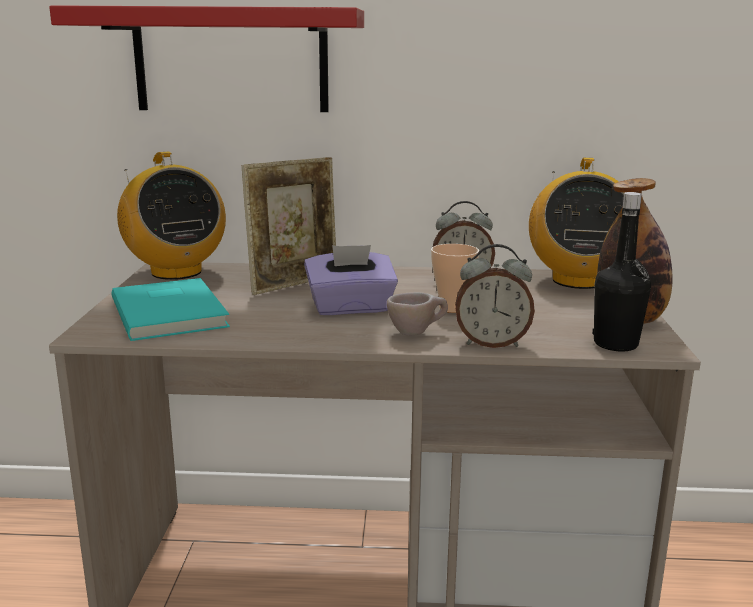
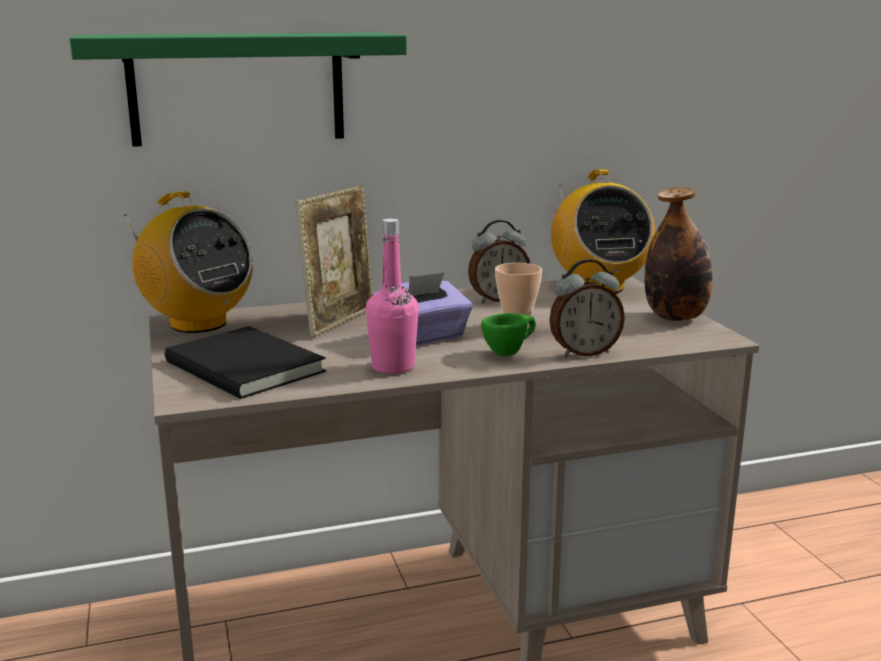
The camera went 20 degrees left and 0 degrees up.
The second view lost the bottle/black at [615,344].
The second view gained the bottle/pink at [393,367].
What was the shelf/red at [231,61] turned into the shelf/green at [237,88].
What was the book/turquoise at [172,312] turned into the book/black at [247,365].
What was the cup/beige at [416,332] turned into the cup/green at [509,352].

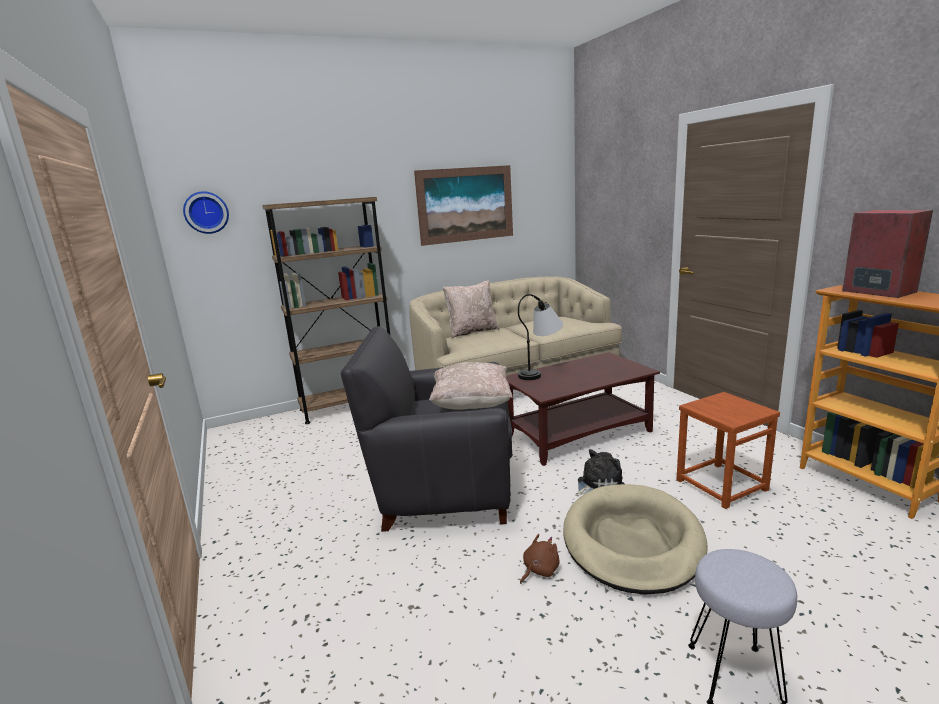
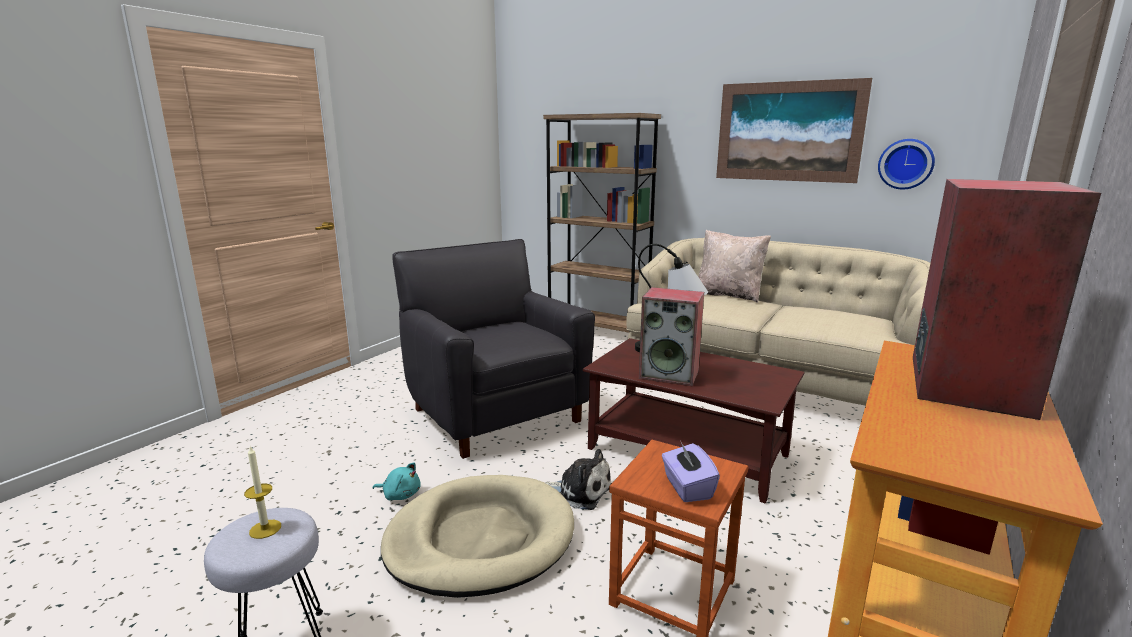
The camera went 55 degrees right and 0 degrees up.
The second view lost the pillow/beige at [472,405].
The second view gained the candle at [265,529].
The second view gained the speaker at [670,374].
The second view gained the tissue box/purple at [687,488].
The wall clock ended up elsewhere, having gone from [206,212] to [905,164].
What was the plush toy/brown at [539,570] turned into the plush toy/turquoise at [400,495].

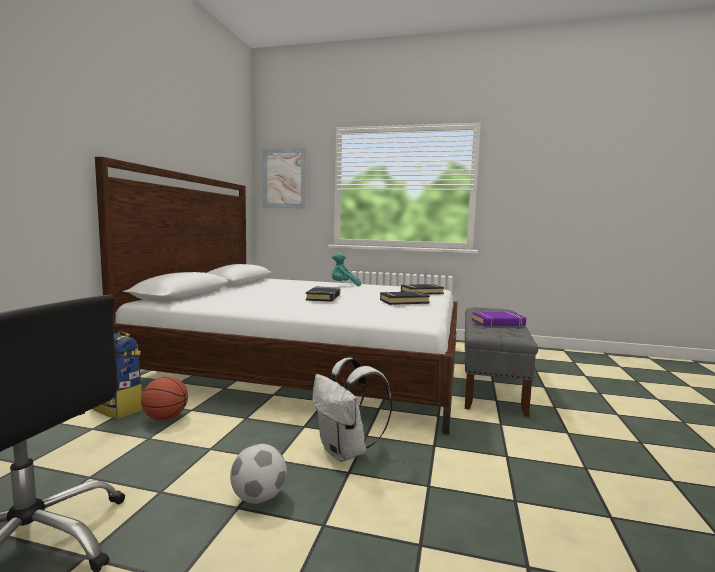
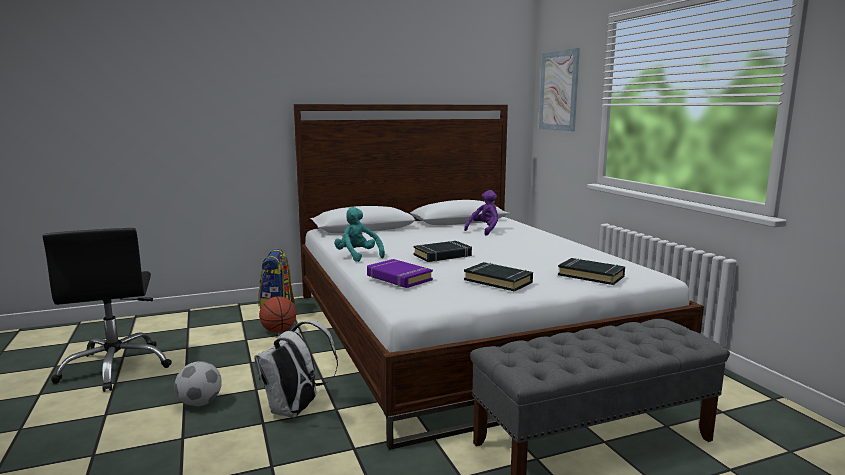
The camera went 55 degrees right and 5 degrees up.
The second view gained the plush toy/purple at [484,230].
The plush toy/turquoise ended up elsewhere, having gone from [344,285] to [358,256].
The book/purple ended up elsewhere, having gone from [498,323] to [398,278].

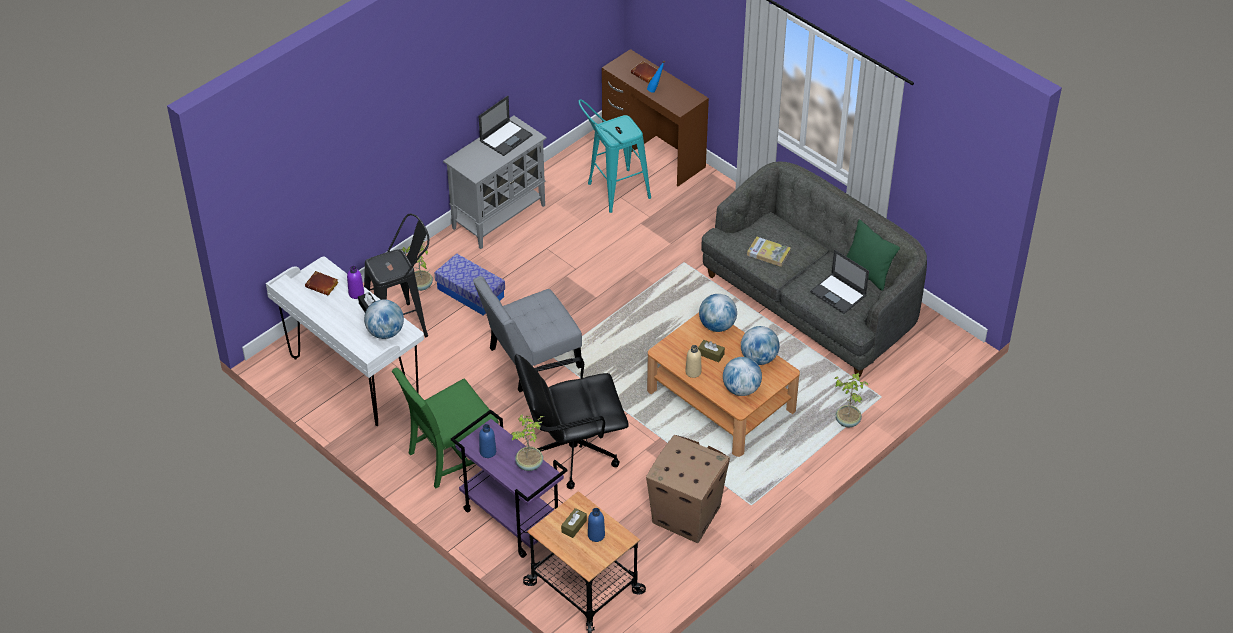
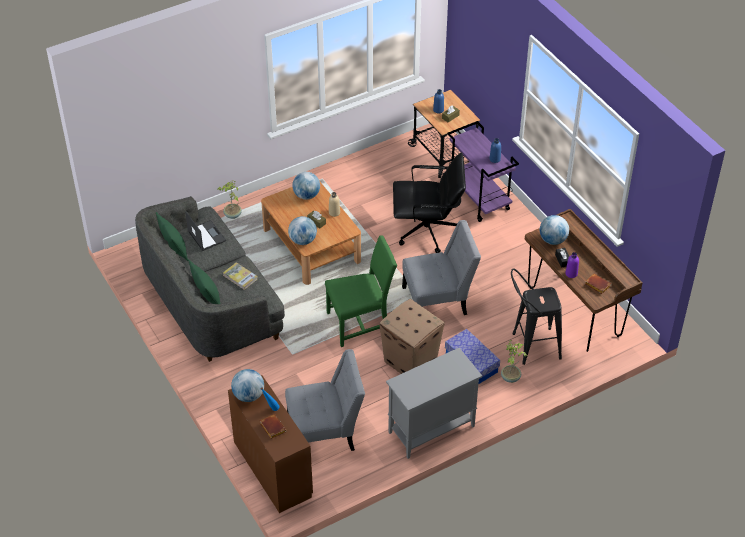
The camera went 165 degrees left and 0 degrees up.
The second view lost the laptop at [506,138].
The second view lost the potted plant at [530,464].
The second view gained the pillow/green at [207,298].
The chair/green ended up elsewhere, having gone from [450,456] to [361,323].
The cardboard box ended up elsewhere, having gone from [685,514] to [411,360].
The globe ended up elsewhere, having gone from [759,358] to [248,395].
Where the stool/turquoise stood at [612,193], the chair/grey came to stand at [325,432].
What was the desk/white at [353,379] turned into the desk/brown at [574,311].

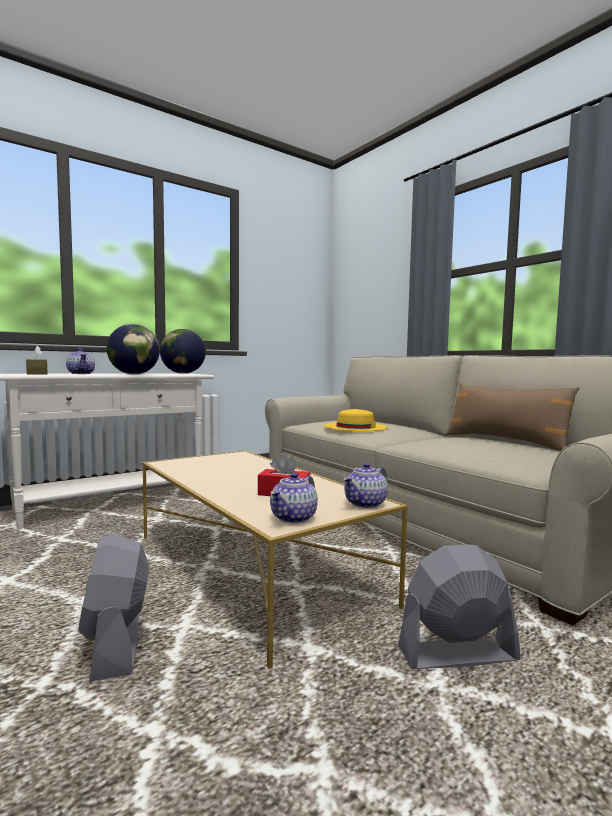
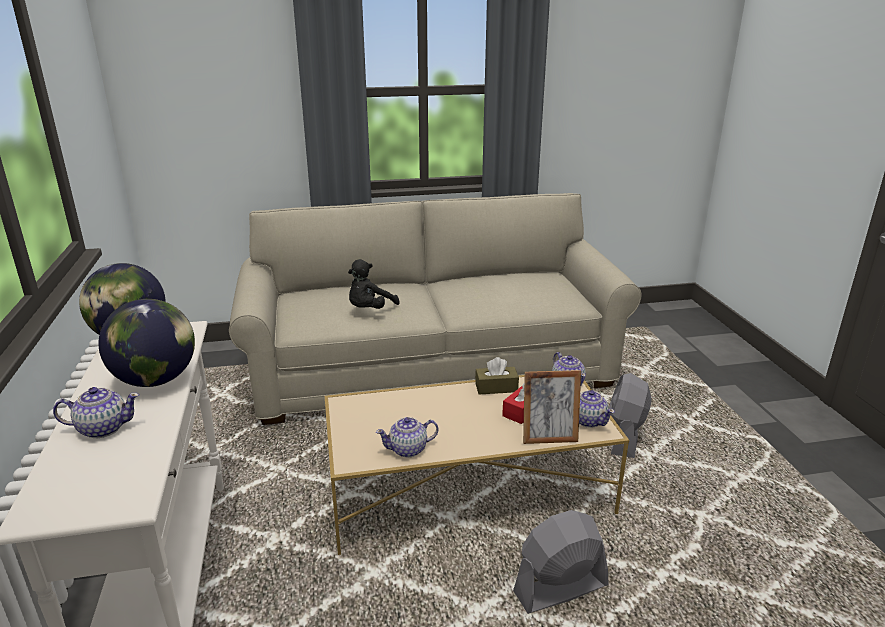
The camera went 65 degrees left and 20 degrees up.
The second view lost the pillow/brown at [505,442].
The second view gained the teapot at [408,449].
The second view gained the picture frame at [549,438].
The tissue box/brown ended up elsewhere, having gone from [37,373] to [496,387].
Where the hat/yellow stood at [355,426], the plush toy/black came to stand at [370,310].
The fan/grey at [116,644] ended up facing another way, 150 degrees clockwise from before.

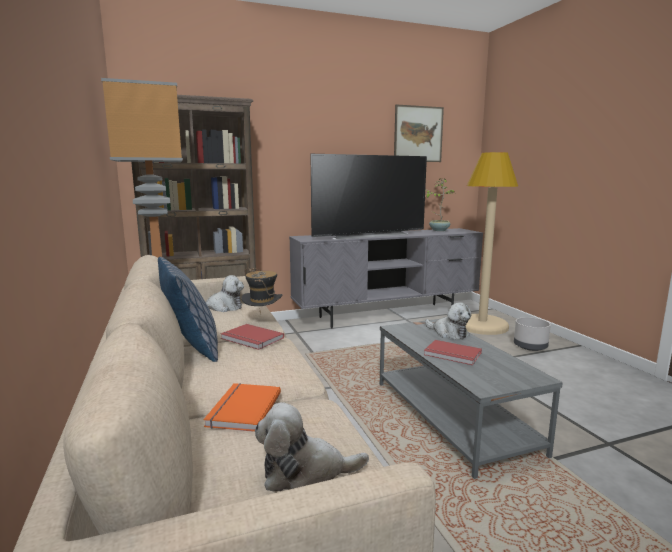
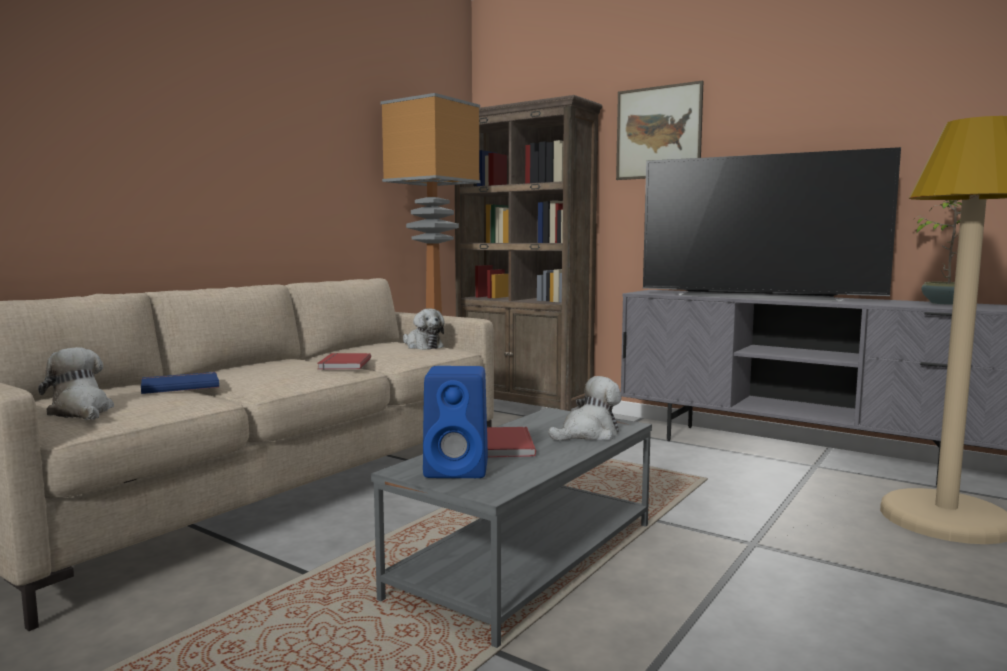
The camera went 55 degrees right and 5 degrees down.
The second view lost the pillow at [192,349].
The second view lost the hat at [263,320].
The second view lost the planter/grey at [530,347].
The second view gained the speaker/blue at [459,469].
The picture ended up elsewhere, having gone from [418,134] to [658,132].
What was the book/orange at [242,409] turned into the book/blue at [180,385].
The plush toy at [448,333] ended up facing another way, 135 degrees counterclockwise from before.

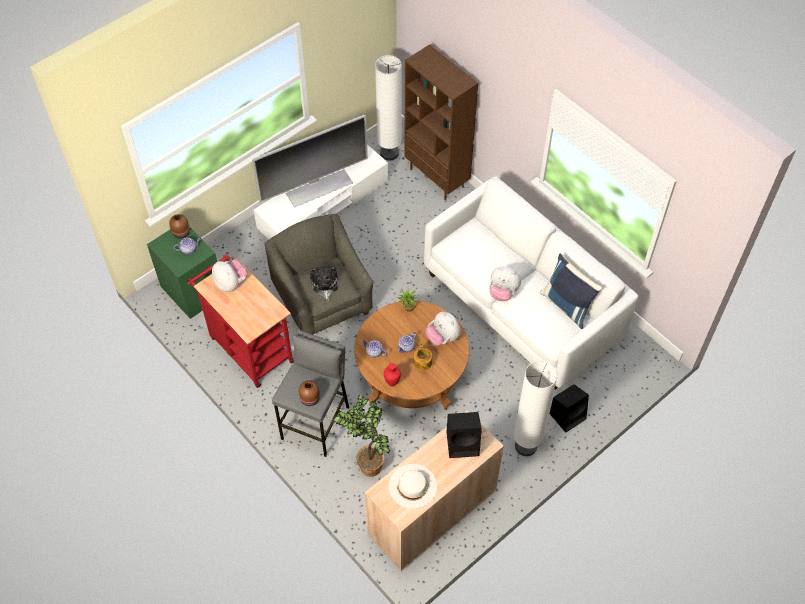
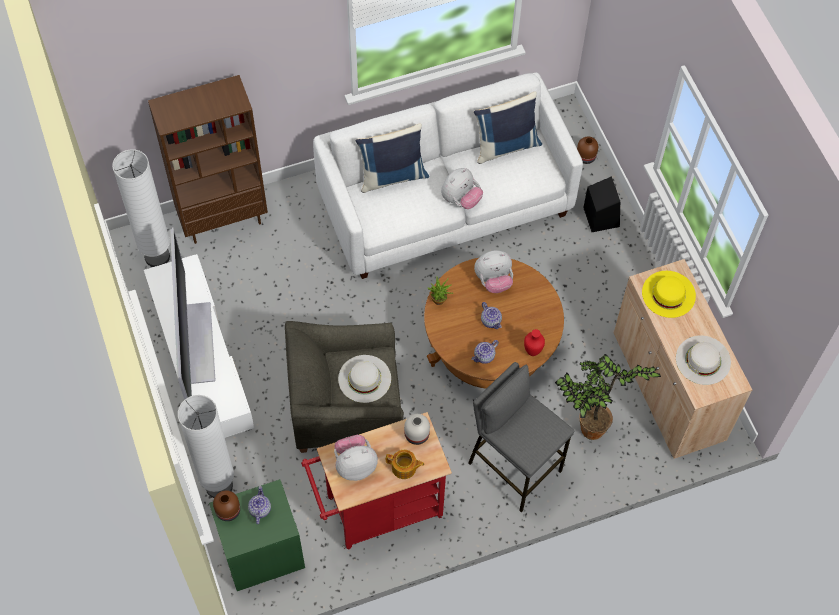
The camera went 70 degrees left and 5 degrees up.
The second view gained the pillow/blue at [392,176].
The second view gained the vase/white at [417,434].
The vase/brown ended up elsewhere, having gone from [309,398] to [585,157].
The teapot ended up elsewhere, having gone from [422,363] to [404,468].
The floor lamp/white ended up elsewhere, having gone from [525,446] to [219,486].
Where the plush toy stood at [324,284], the hat/white came to stand at [364,378].
Where the speaker/black stood at [463,443], the hat/yellow came to stand at [668,294].

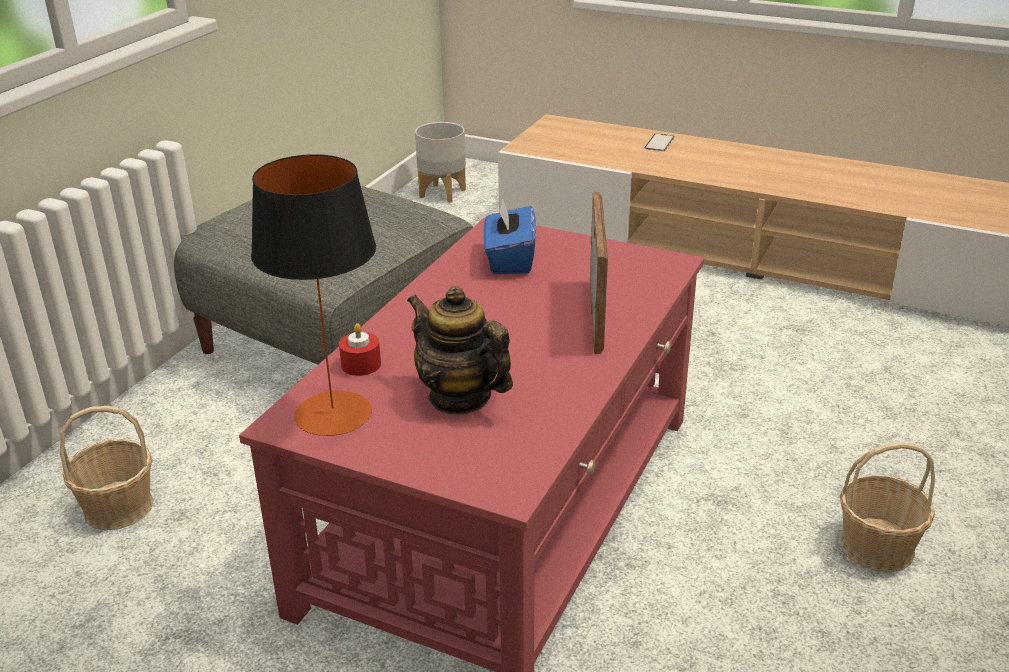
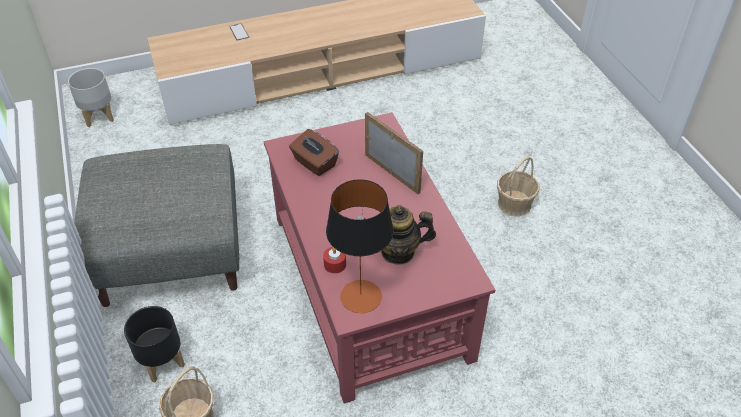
The camera went 45 degrees left and 15 degrees up.
The second view gained the planter/black at [161,362].
What was the tissue box/blue at [509,260] turned into the tissue box/brown at [314,163].

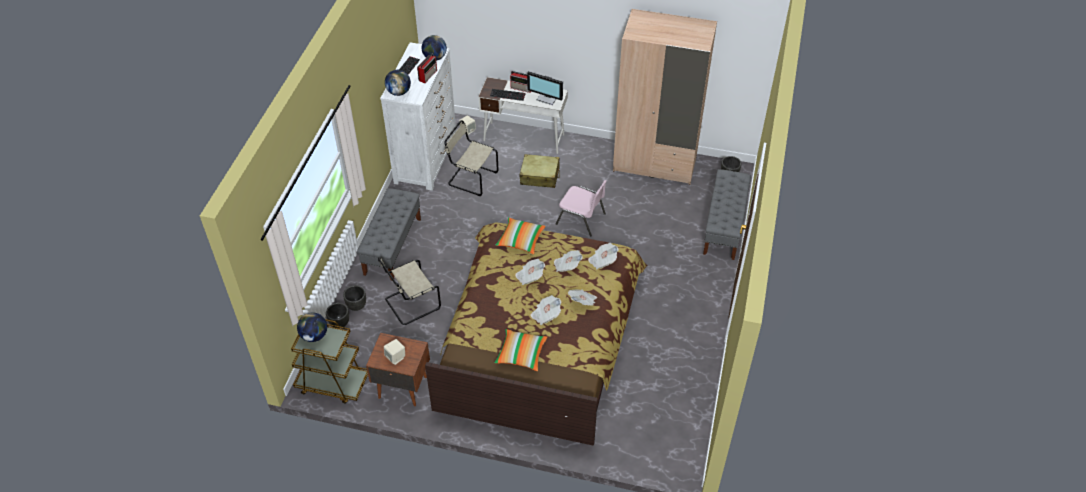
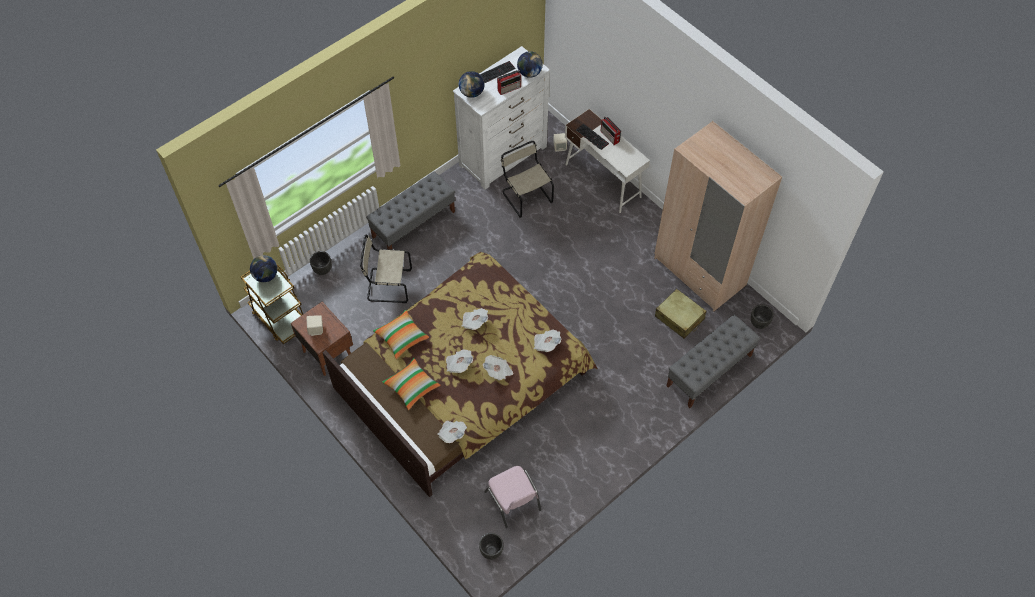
The camera went 35 degrees right and 10 degrees up.
The second view lost the monitor at [547,98].
The planter/black ended up elsewhere, having gone from [356,306] to [491,551].
The pillow ended up elsewhere, having gone from [520,240] to [401,337].
The suitcase/beige ended up elsewhere, having gone from [540,176] to [679,318].
The newspaper ended up elsewhere, having gone from [567,266] to [452,433].
The chair/pink ended up elsewhere, having gone from [581,219] to [513,501].

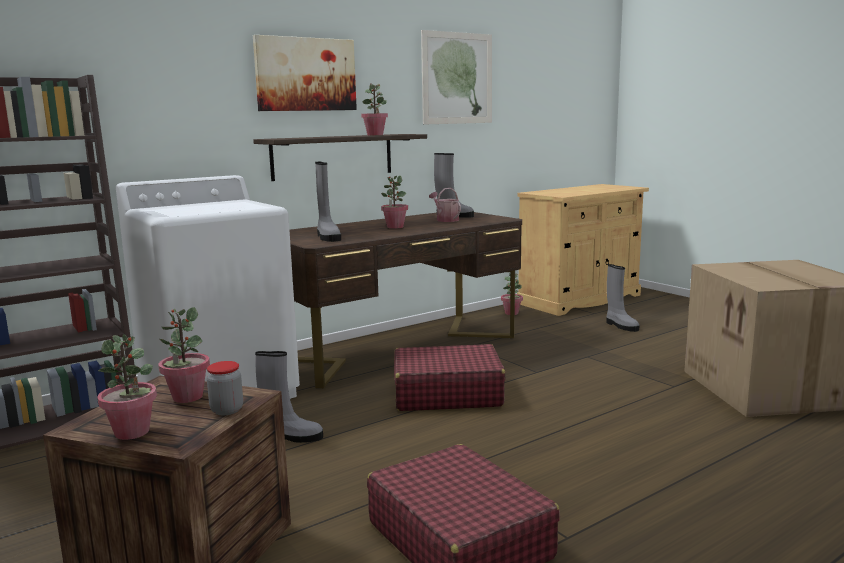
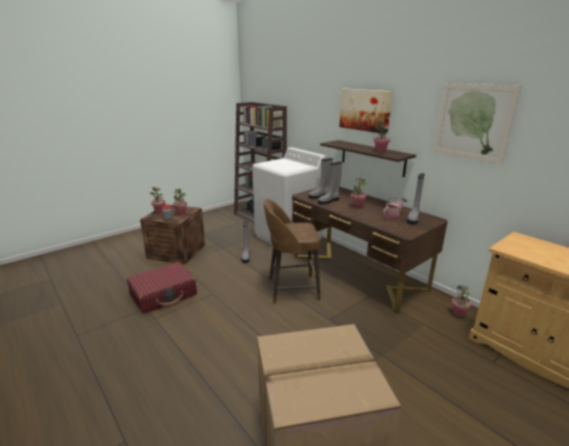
The camera went 85 degrees right and 10 degrees up.
The boot/grey ended up elsewhere, having gone from [620,326] to [329,201].
Where the suitcase/red stood at [446,393], the stool/brown came to stand at [291,289].

